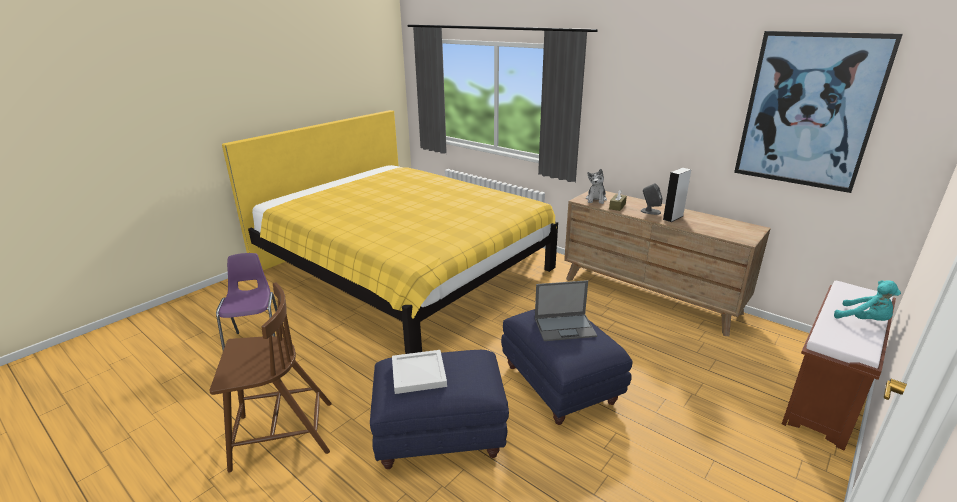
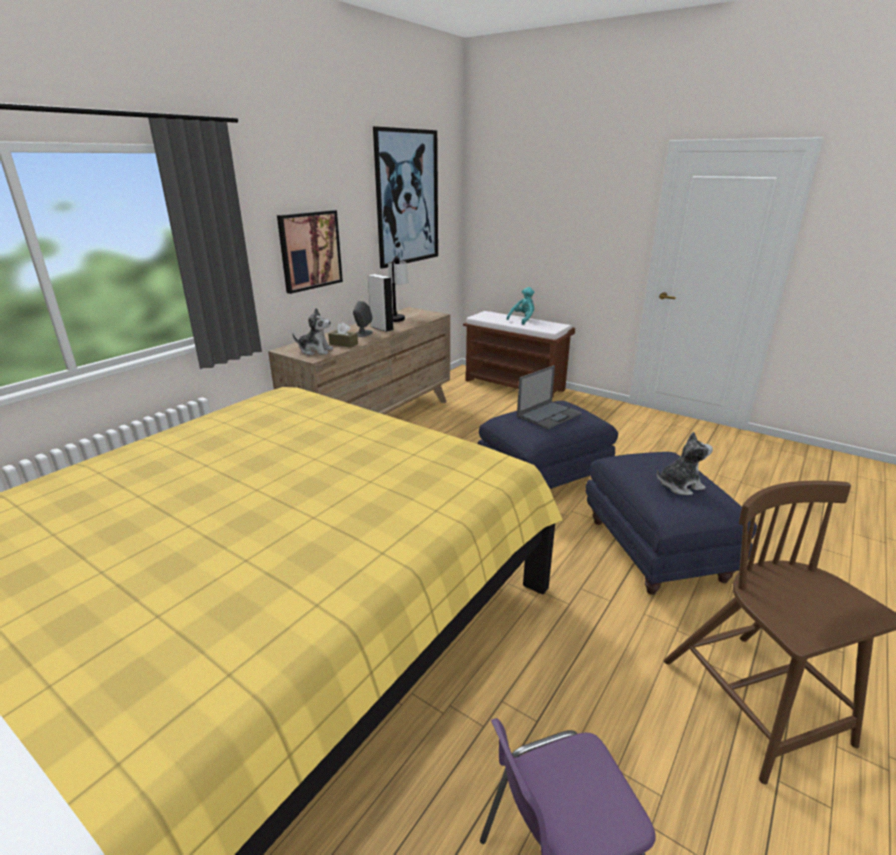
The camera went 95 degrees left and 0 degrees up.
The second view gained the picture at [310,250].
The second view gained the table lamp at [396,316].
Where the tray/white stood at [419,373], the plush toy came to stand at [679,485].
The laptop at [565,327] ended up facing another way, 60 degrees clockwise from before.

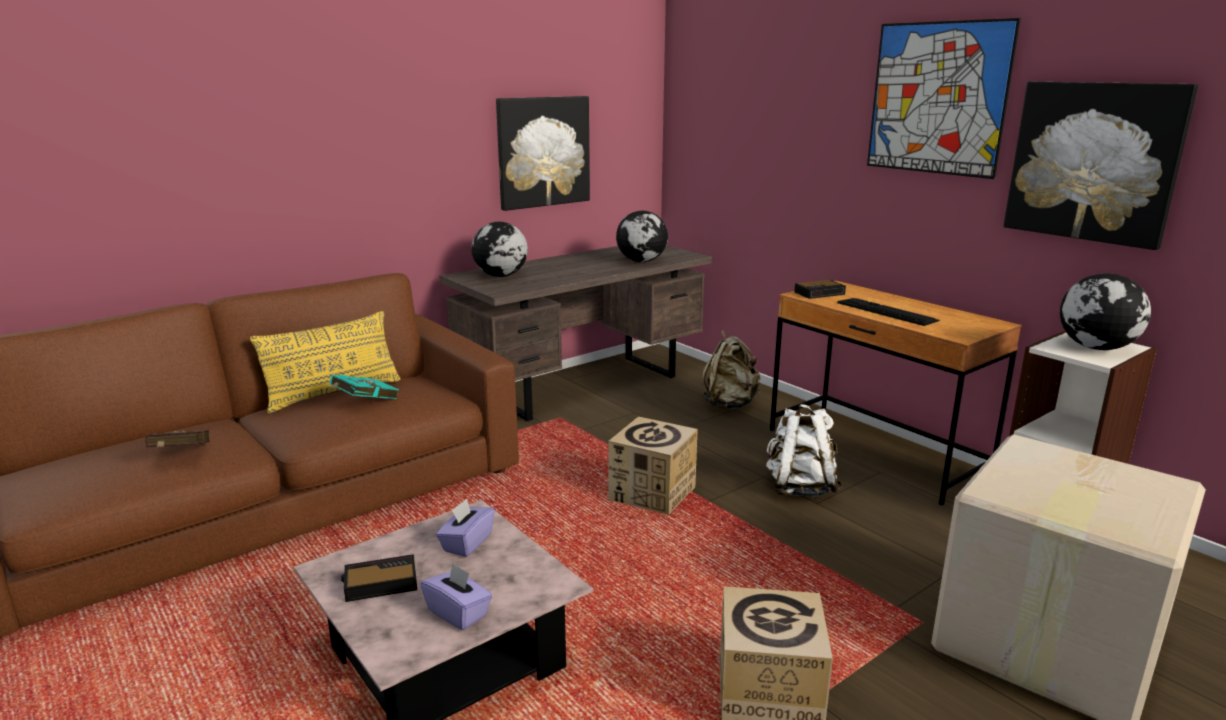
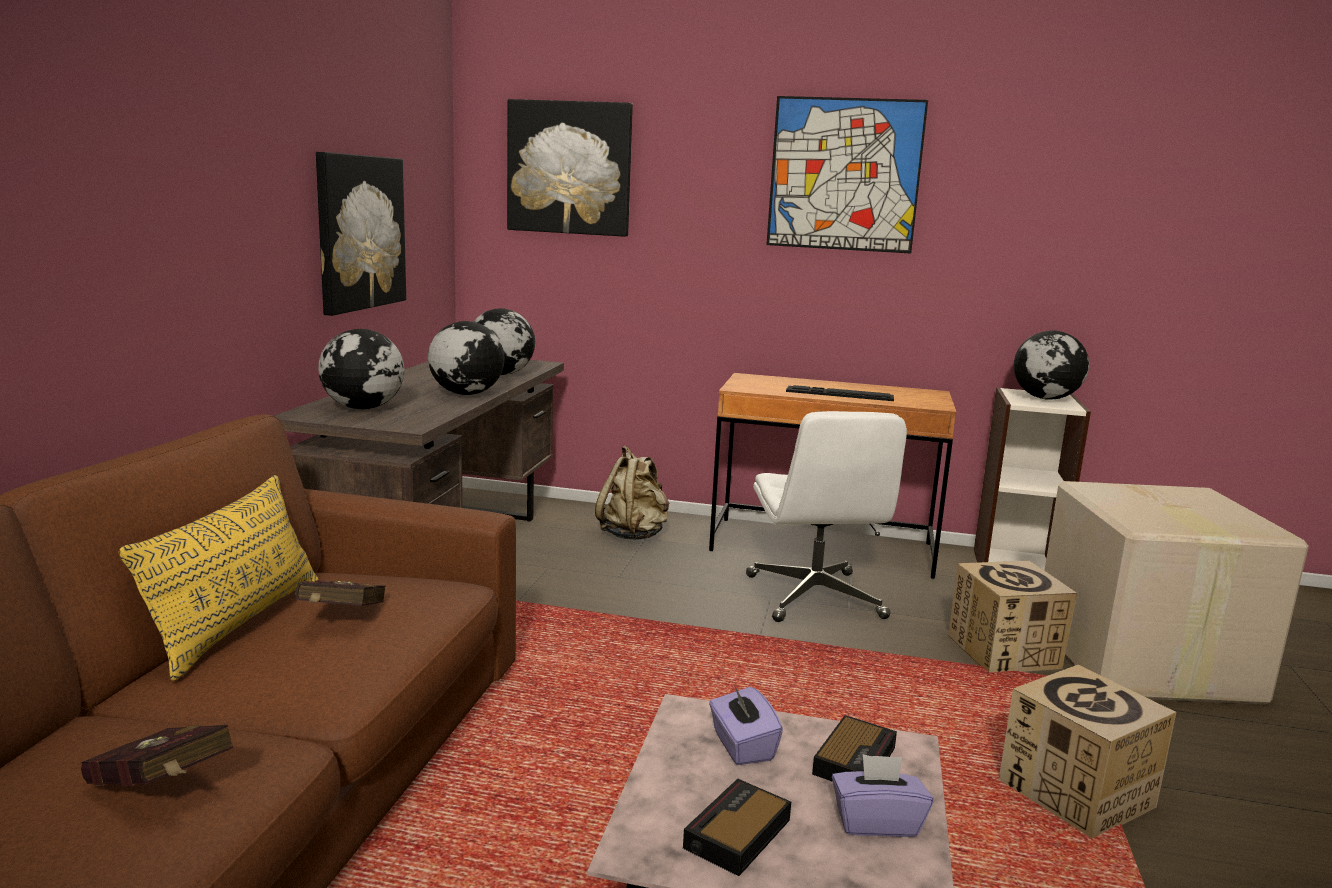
The camera went 40 degrees left and 5 degrees down.
The second view gained the globe at [466,394].
The cardboard box ended up elsewhere, having gone from [652,493] to [1004,652].
The alarm clock ended up elsewhere, having gone from [820,293] to [855,759].
The picture ended up elsewhere, having gone from [1093,162] to [569,168].
Where the backpack/white stood at [799,488], the office chair/white came to stand at [815,598].
What was the book/turquoise at [363,402] turned into the book/red at [340,619].

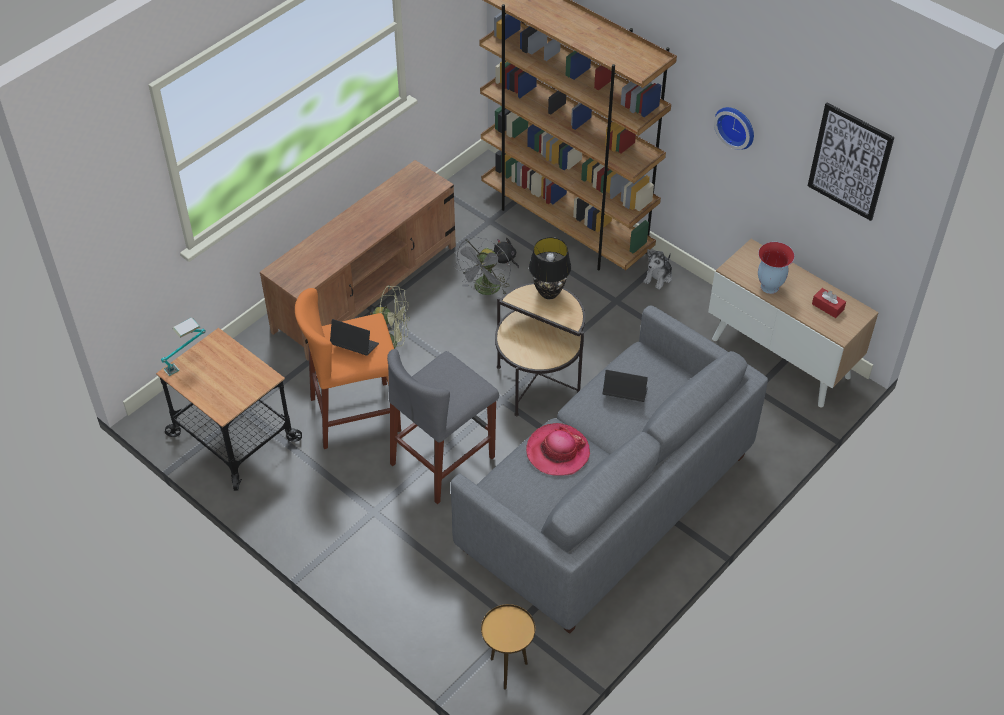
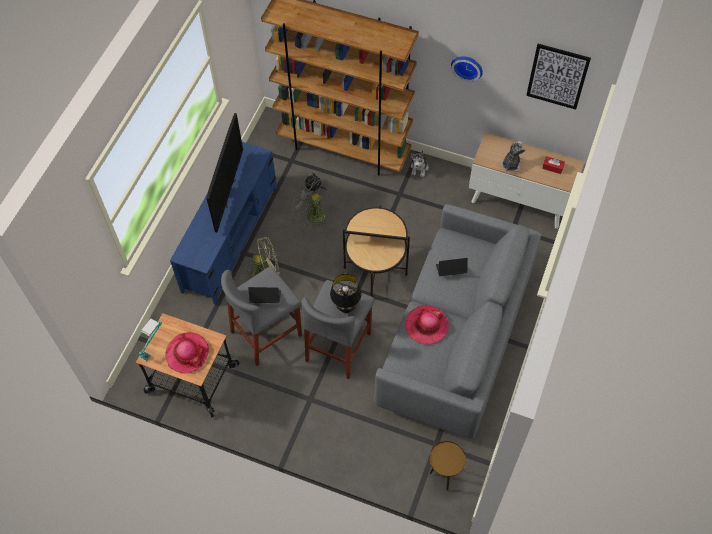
The camera went 20 degrees left and 10 degrees up.
The second view gained the hat at [187,353].
The second view gained the television at [228,192].
The table lamp/black ended up elsewhere, having gone from [549,293] to [346,307].
Where the vase stood at [769,287], the plush toy came to stand at [511,164].
What was the tv stand/brown at [366,288] turned into the tv stand/blue at [230,238].
What was the stool/orange at [355,414] turned into the stool/grey at [266,333].
The fan/grey at [485,290] ended up facing another way, 120 degrees clockwise from before.

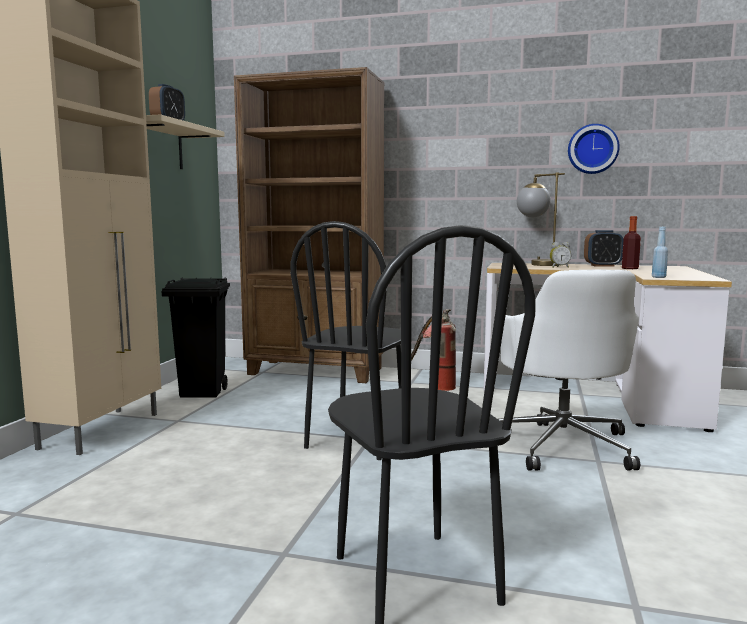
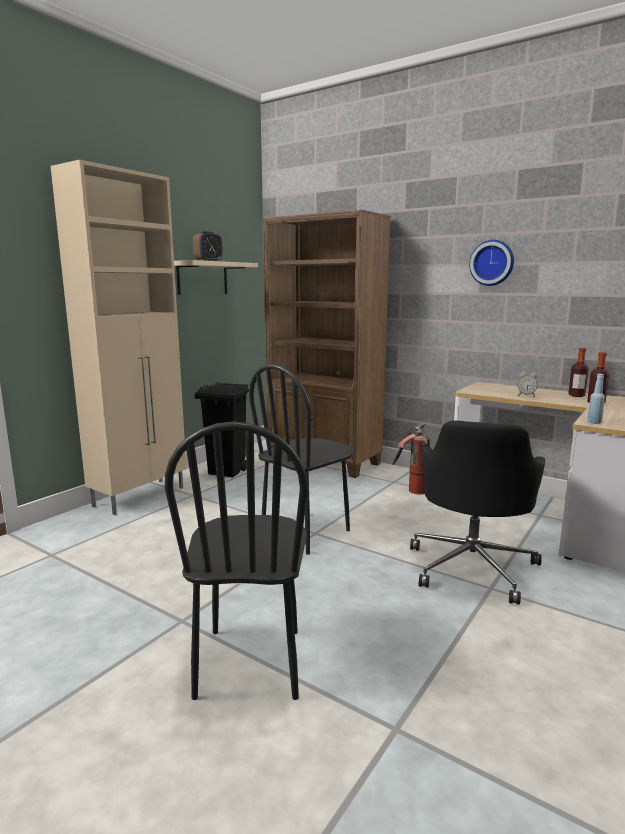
The camera went 20 degrees right and 5 degrees up.
The second view lost the table lamp at [536,264].
The wall clock ended up elsewhere, having gone from [592,149] to [492,263].
Where the alarm clock stood at [602,266], the bottle came to stand at [576,395].
What was the office chair/white at [562,445] turned into the office chair/black at [472,566].

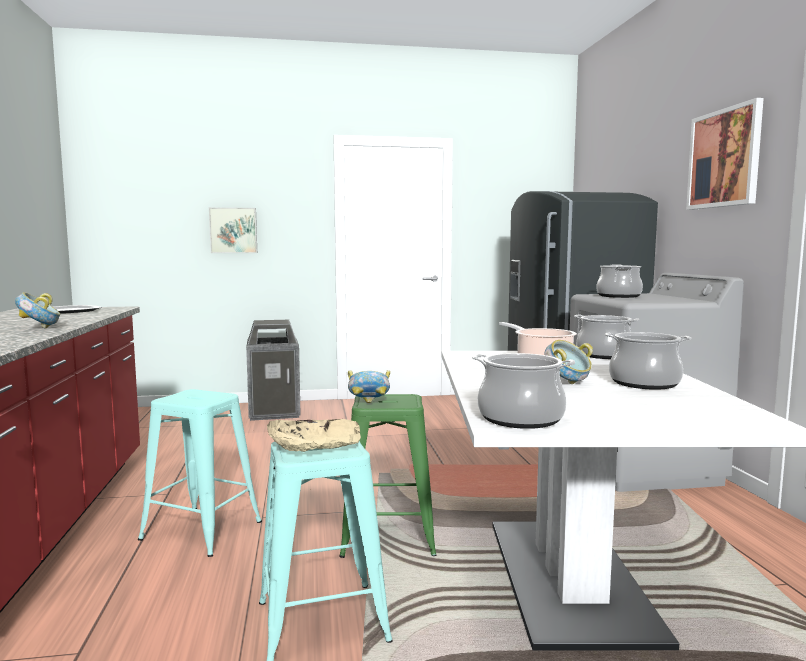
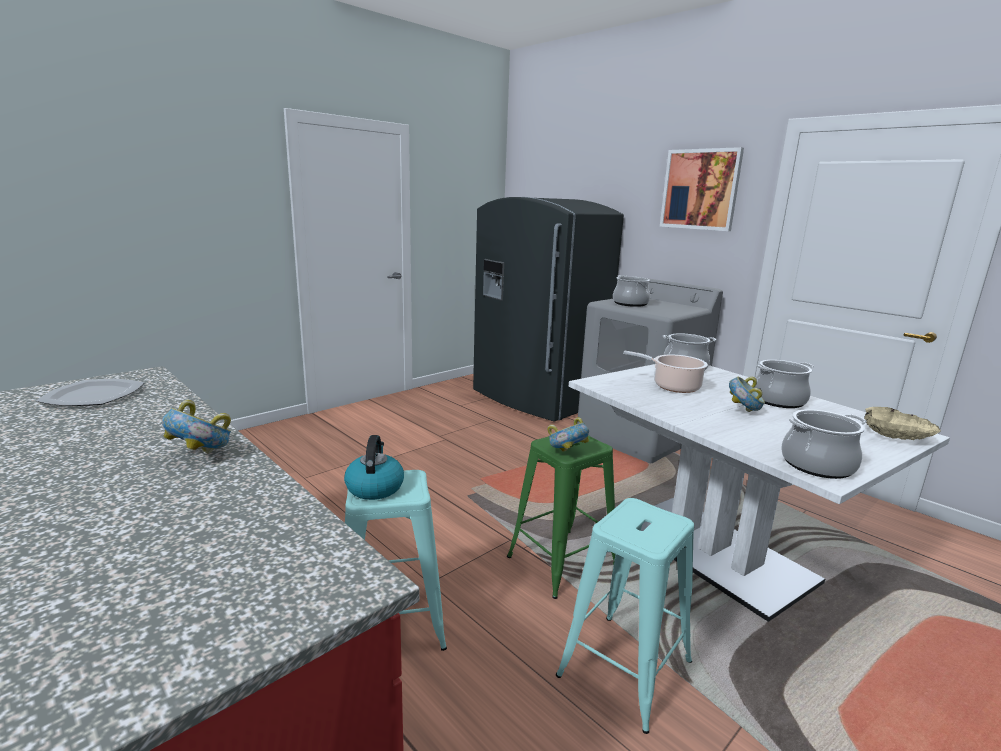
The camera went 35 degrees left and 10 degrees up.
The second view lost the picture at [233,230].
The second view lost the trash can at [274,412].
The second view gained the kettle at [374,487].
The bowl/beige ended up elsewhere, having gone from [314,448] to [895,434].

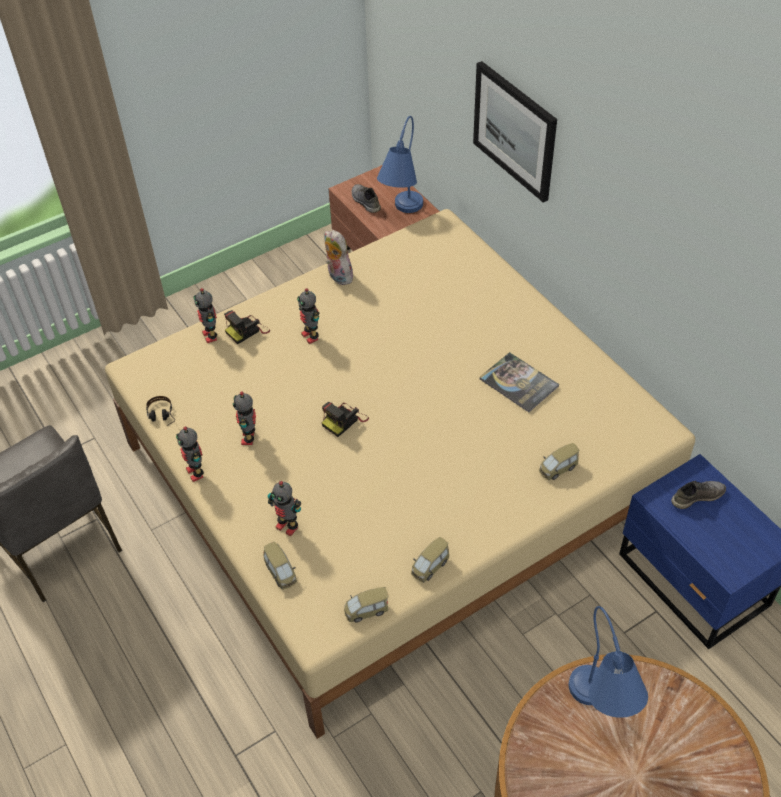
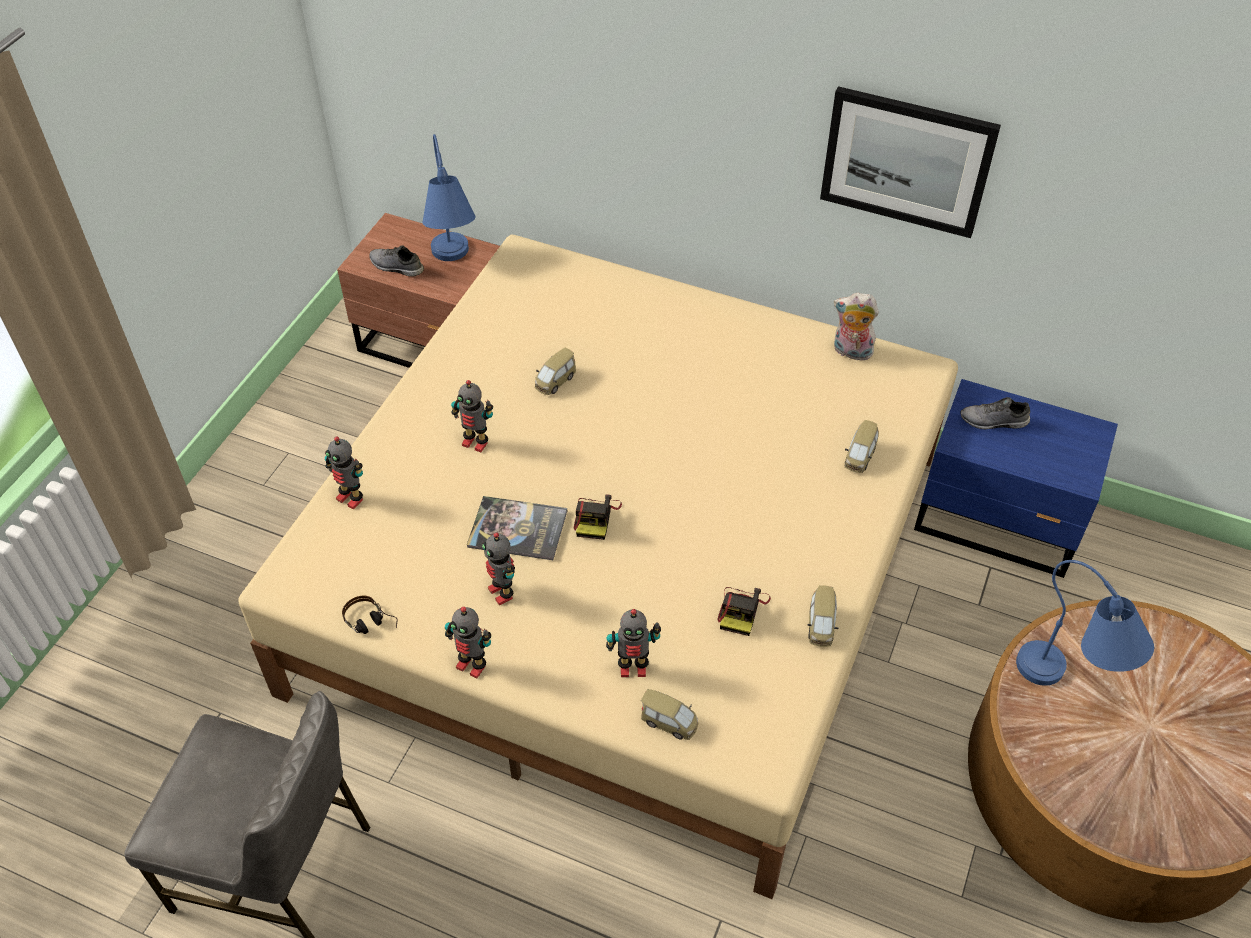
The camera went 35 degrees left and 0 degrees up.
The photo camera ended up elsewhere, having gone from [247,330] to [741,610].
The plush toy ended up elsewhere, having gone from [338,276] to [850,352].
The toy car ended up elsewhere, having gone from [366,610] to [555,381].
The picture ended up elsewhere, having gone from [515,130] to [906,161].
The book ended up elsewhere, having gone from [518,383] to [517,529].
The shoe/grey at [697,496] ended up facing another way, 120 degrees counterclockwise from before.

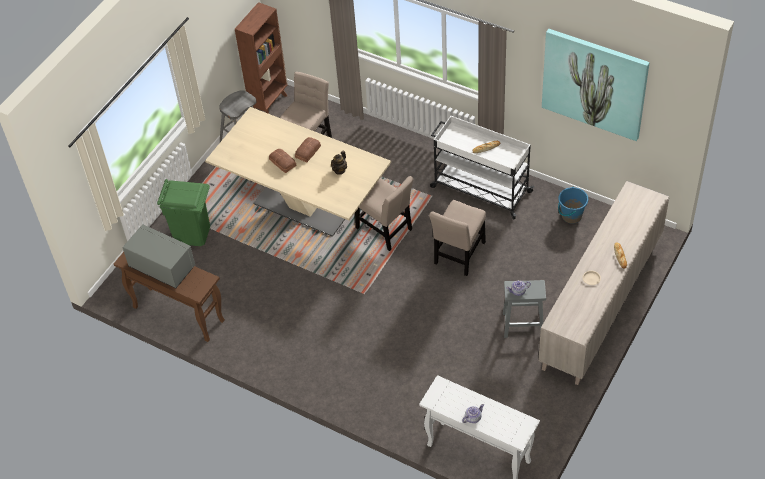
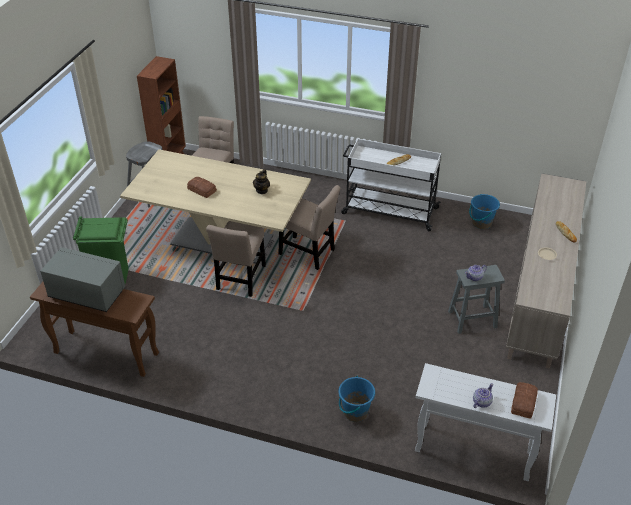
The camera went 15 degrees left and 10 degrees down.
The second view lost the picture at [594,83].
The second view gained the bucket/blue at [355,412].
The bread ended up elsewhere, having gone from [307,152] to [522,403].
The chair/beige ended up elsewhere, having gone from [459,255] to [241,279].

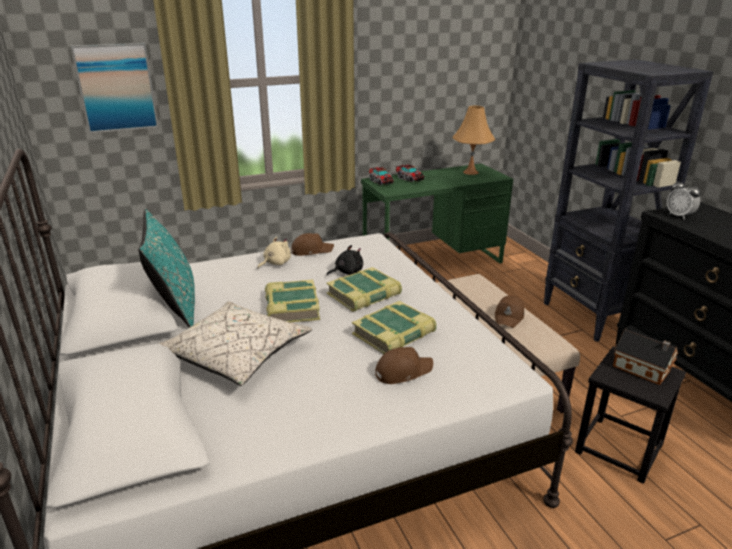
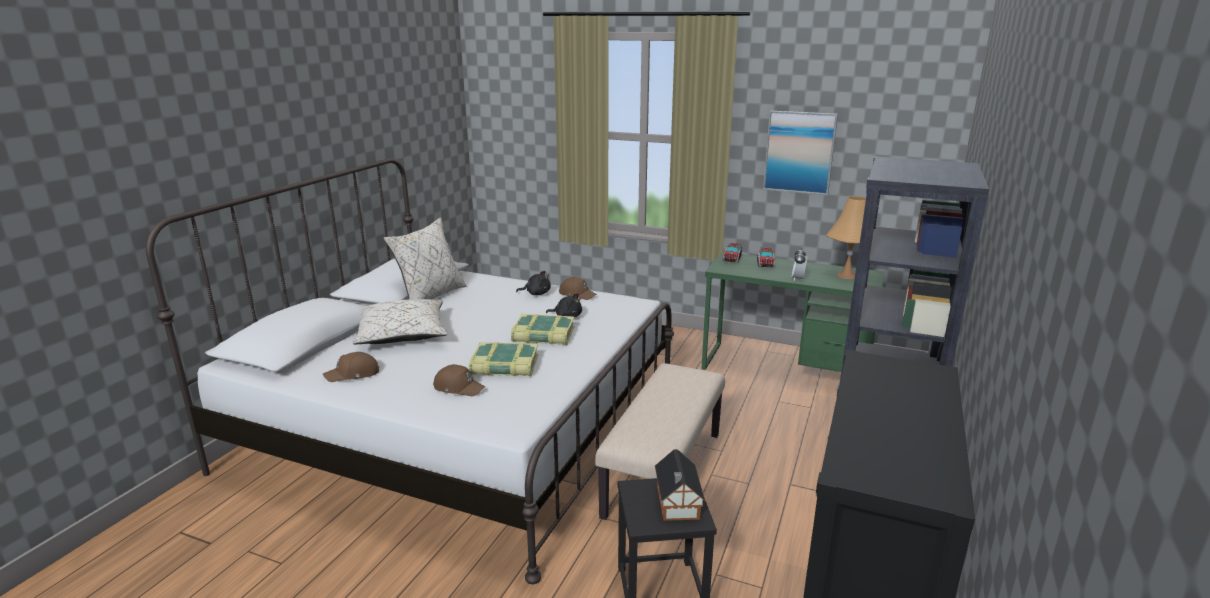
The camera went 45 degrees right and 5 degrees down.
The second view lost the book at [291,307].
The picture ended up elsewhere, having gone from [116,88] to [799,152].
The cap/brown ended up elsewhere, having gone from [509,316] to [353,374].
The alarm clock ended up elsewhere, having gone from [679,216] to [798,279].
What was the pillow/turquoise at [175,307] turned into the pillow/beige at [430,296].
What was the plush toy/beige at [275,263] turned into the plush toy/black at [536,293].

